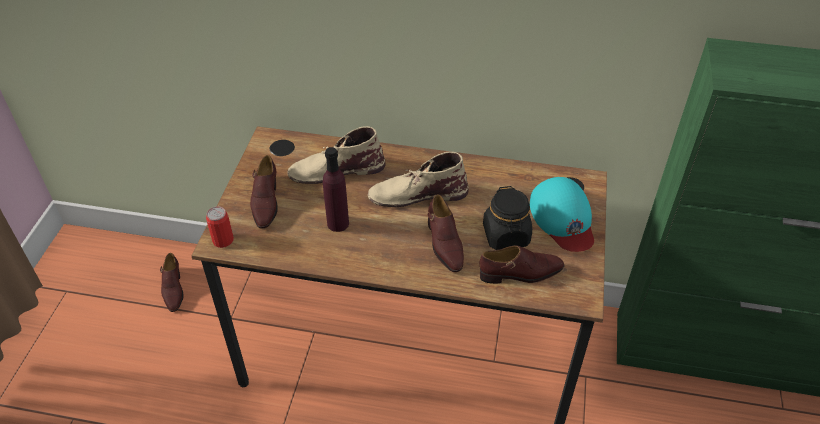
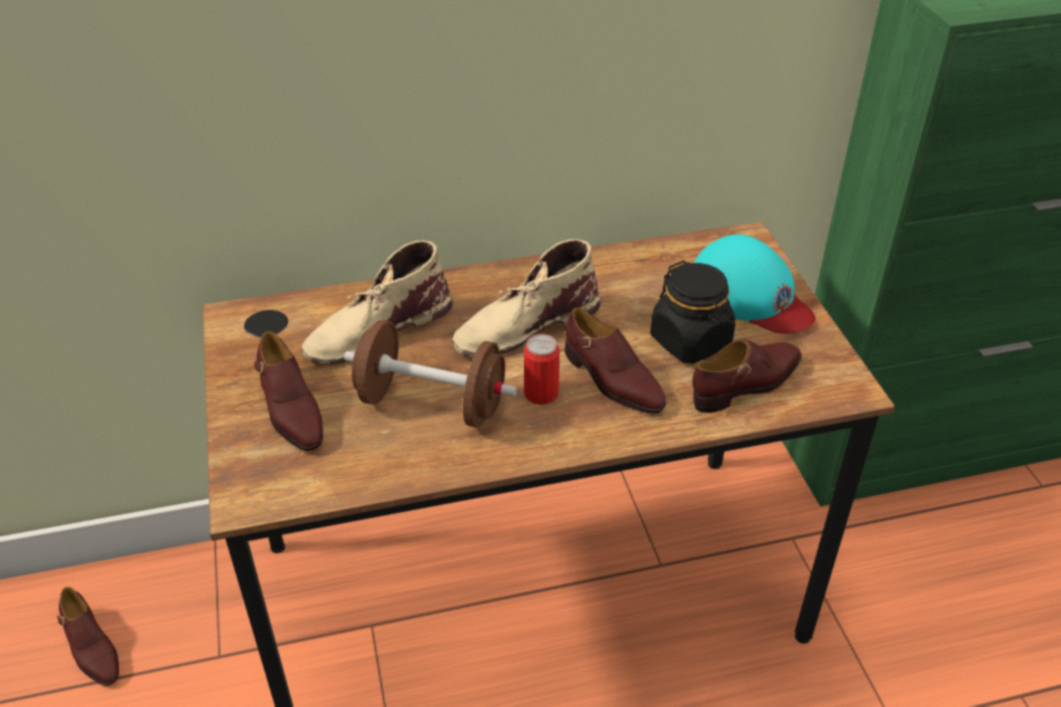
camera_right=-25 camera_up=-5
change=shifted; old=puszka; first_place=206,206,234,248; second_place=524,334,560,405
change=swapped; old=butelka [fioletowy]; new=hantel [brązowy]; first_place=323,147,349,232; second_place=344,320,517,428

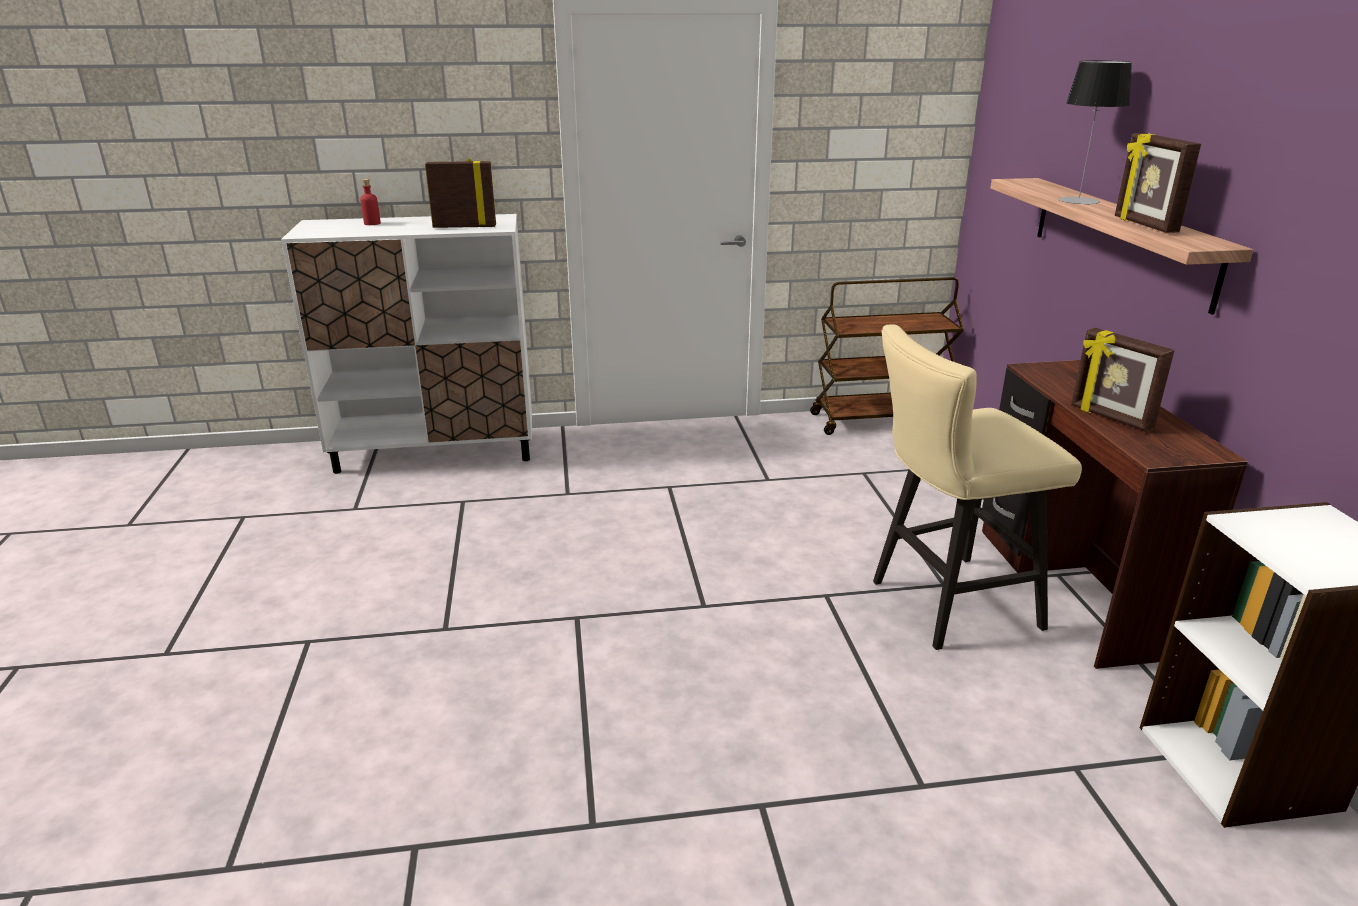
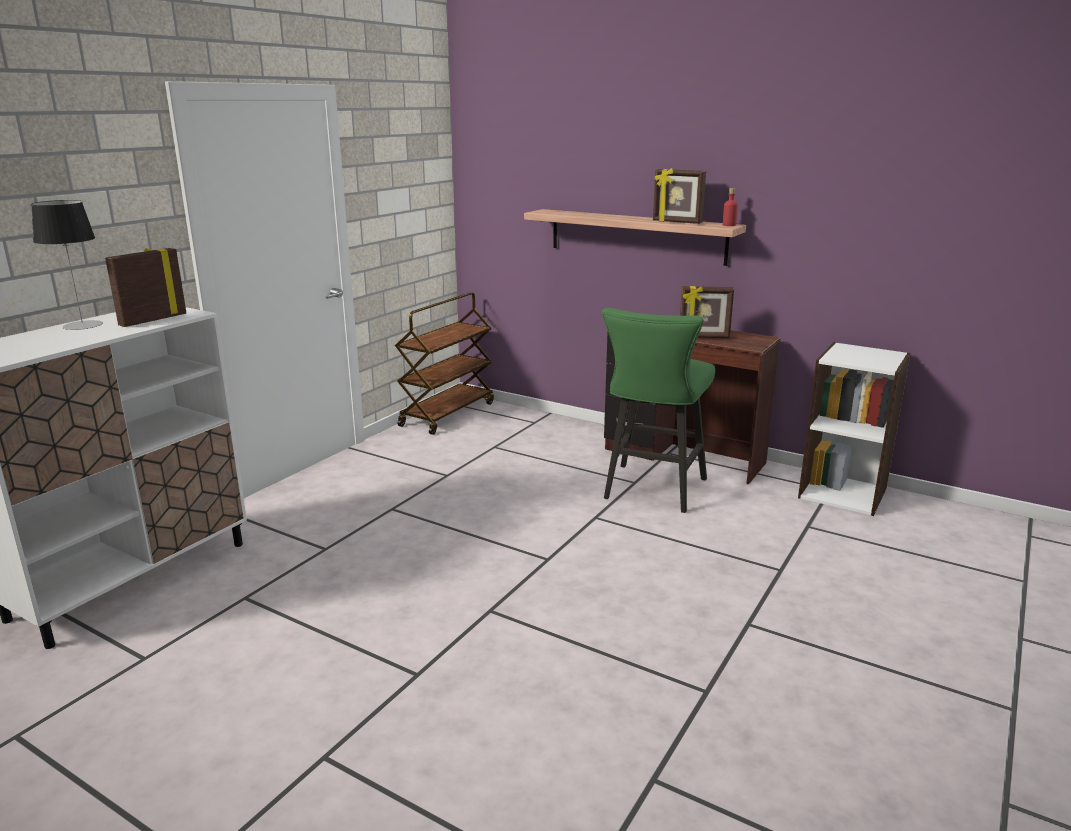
camera_right=-50 camera_up=-5
change=shifted; old=butelka [czerwony]; first_place=360,179,381,225; second_place=723,188,738,226
change=repainted; old=stołek [beżowy]; new=stołek [zielony]; first_place=873,324,1082,650; second_place=602,308,715,513
change=shifted; old=lampa stołowa; first_place=1059,60,1132,205; second_place=31,200,103,330

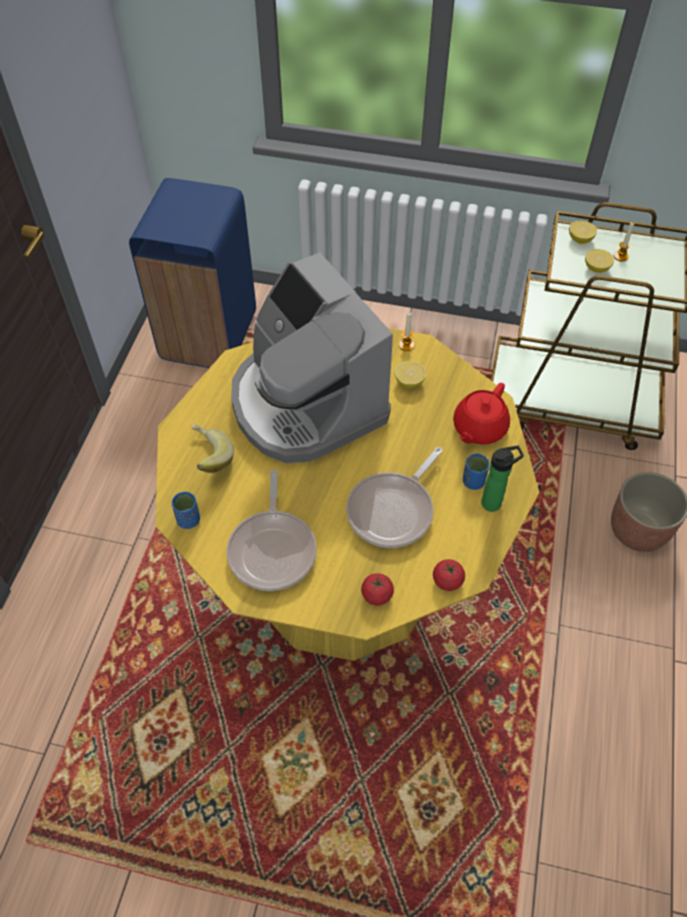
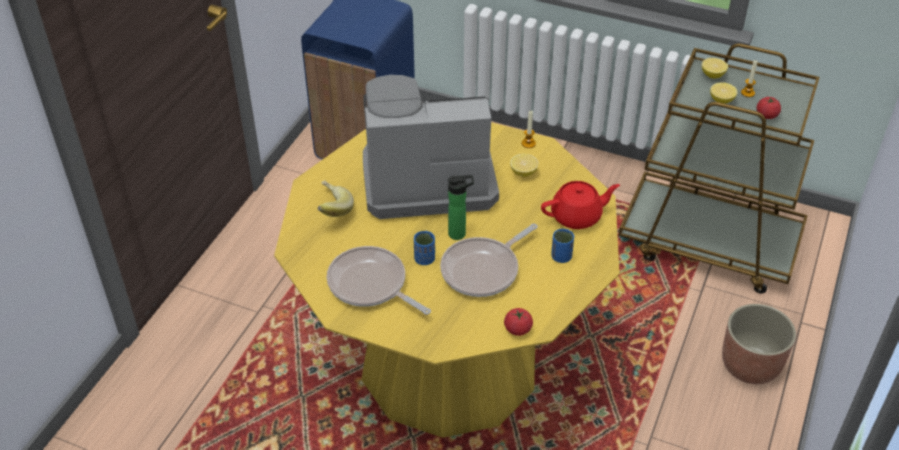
camera_right=10 camera_up=-10
change=shifted; old=filiżanka [niebieski]; first_place=172,492,200,529; second_place=414,231,435,265
change=rotated; old=patelnia; first_place=227,470,317,591; second_place=327,246,431,315; degrees=120
change=rotated; old=ekspres do kawy; first_place=231,252,393,463; second_place=363,75,499,219; degrees=105
change=shifted; old=pomidor; first_place=361,573,394,605; second_place=757,97,781,119
change=rotated; old=imbryk [czerwony]; first_place=453,383,510,444; second_place=541,181,620,229; degrees=-150
change=shifted; old=butelka; first_place=481,446,524,512; second_place=448,175,474,240

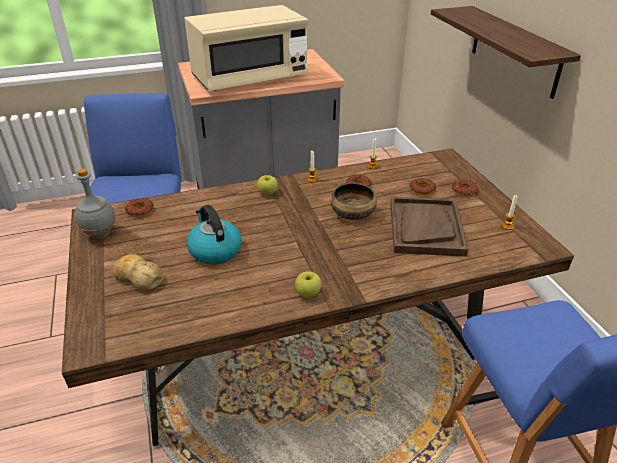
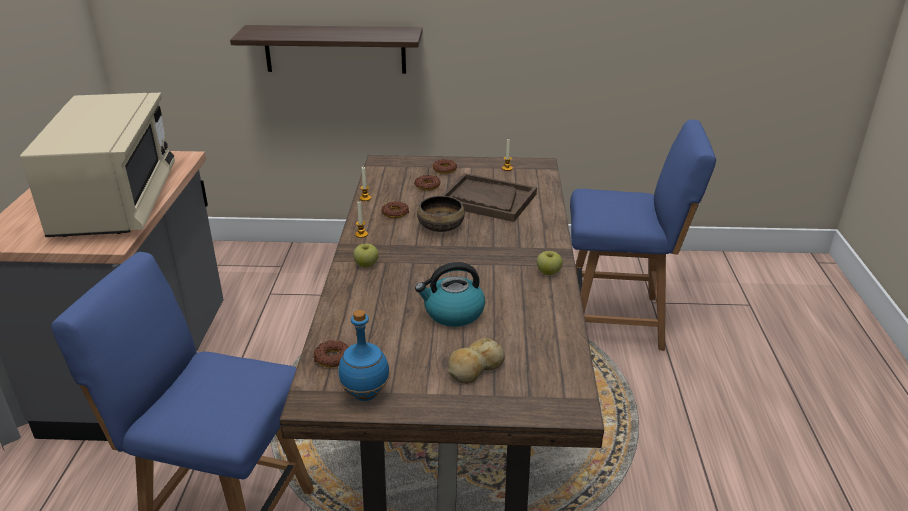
camera_right=-70 camera_up=-5
change=repainted; old=butelka [szary]; new=butelka [niebieski]; first_place=75,169,116,239; second_place=338,310,390,401

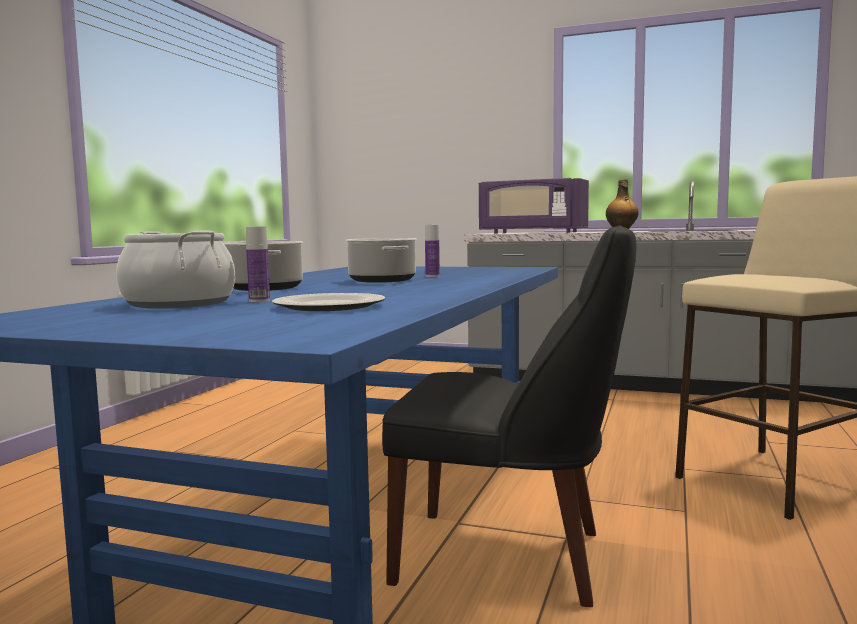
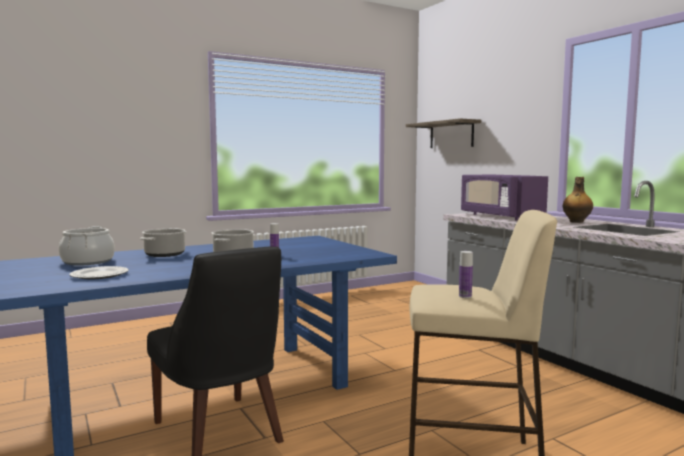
camera_right=40 camera_up=0
change=shifted; old=butelka; first_place=246,226,270,302; second_place=459,251,473,298
change=new; new=półka; second_place=406,118,481,148

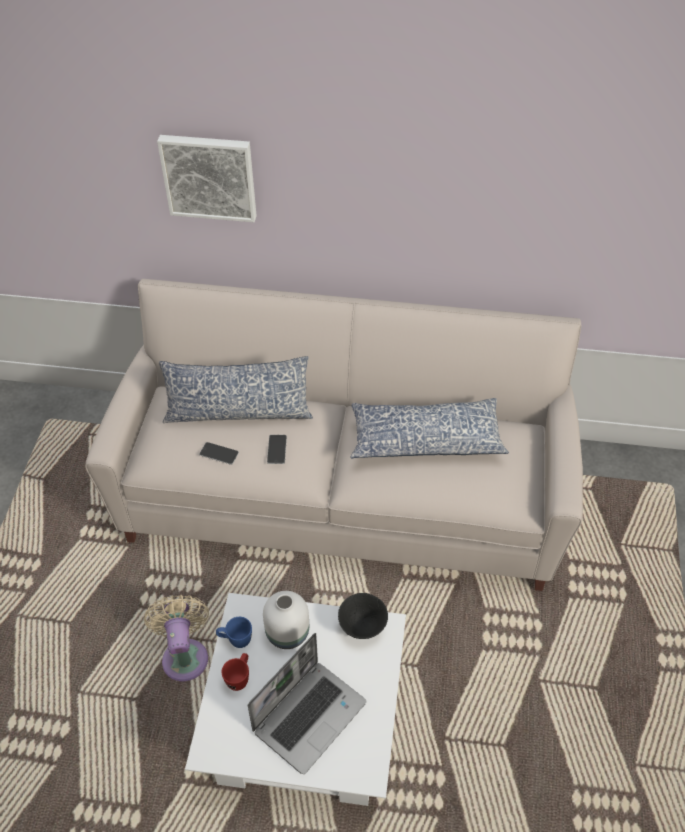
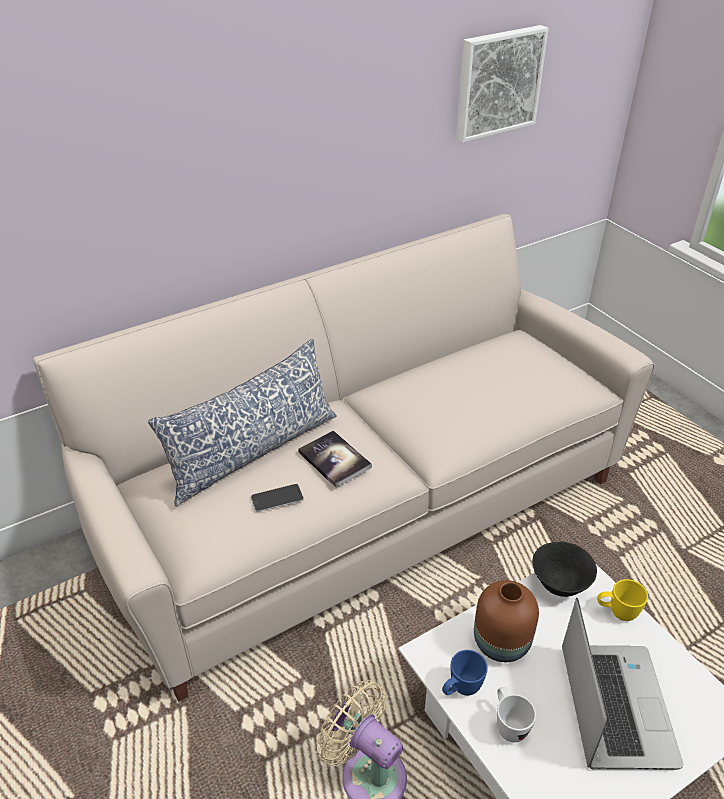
camera_right=-40 camera_up=-10
change=shifted; old=obraz; first_place=157,135,257,222; second_place=456,25,549,142
change=repainted; old=kubek [czerwony]; new=kubek [biały]; first_place=221,653,249,691; second_place=497,687,536,743
change=repainted; old=wazon [biały]; new=wazon [brązowy]; first_place=263,591,309,649; second_place=474,580,539,662
change=swapped; old=telefon; new=książka; first_place=267,435,287,464; second_place=298,430,372,488
change=gone; old=poduszka; first_place=351,398,509,459
change=new; new=kubek [żółty]; second_place=597,579,648,621

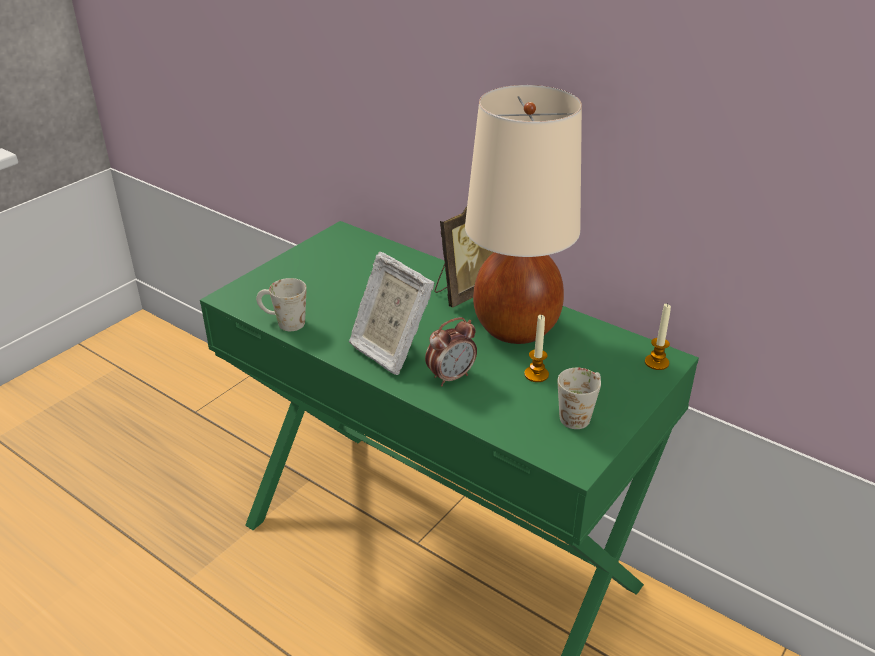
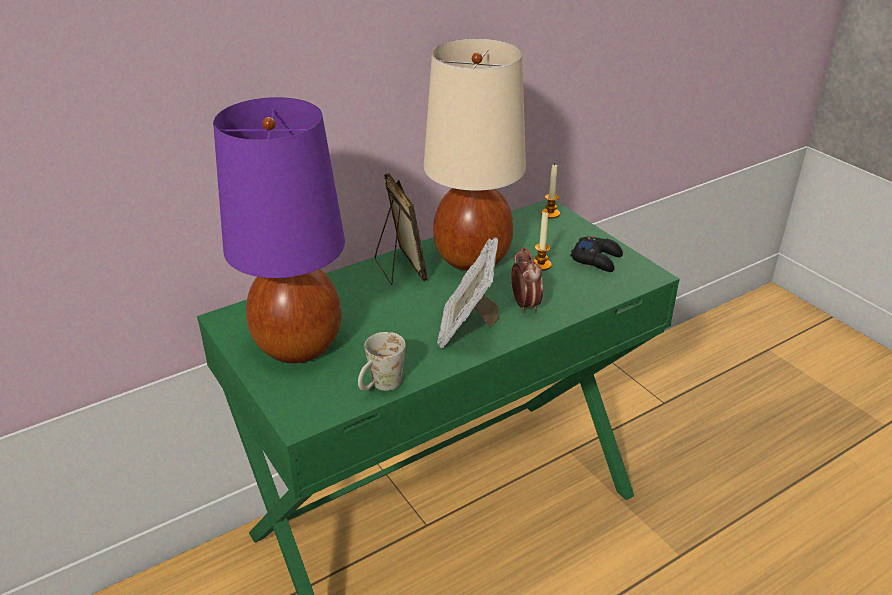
camera_right=-70 camera_up=0
change=rotated; old=ramka na zdjęcie; first_place=349,252,435,375; second_place=437,238,499,349; degrees=120
change=swapped; old=kubek [biały]; new=pad do gier [czarny]; first_place=558,368,601,429; second_place=571,237,623,272
change=new; new=lampa stołowa [fioletowy]; second_place=213,97,345,363

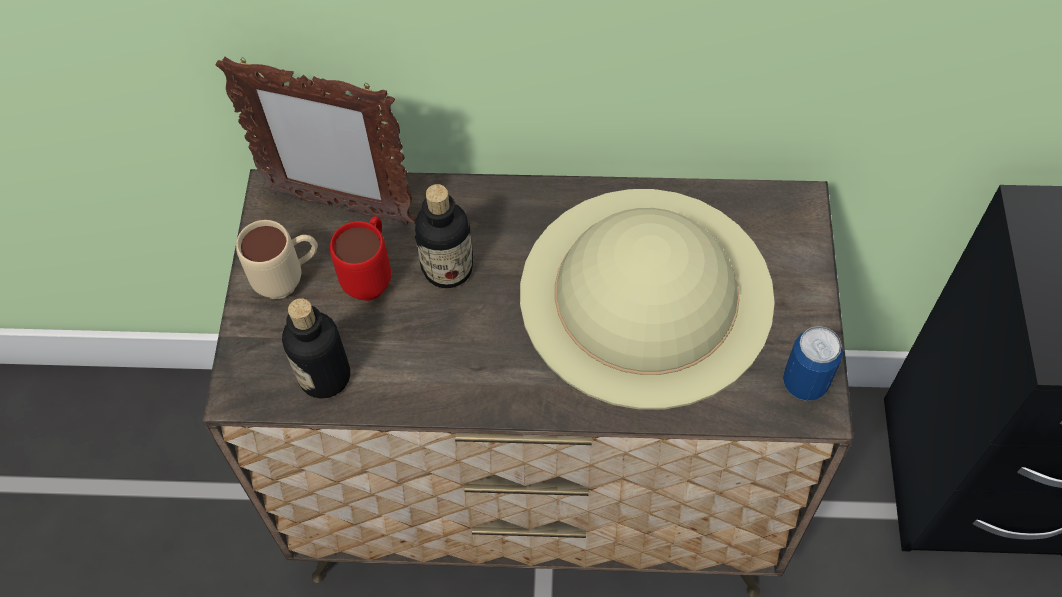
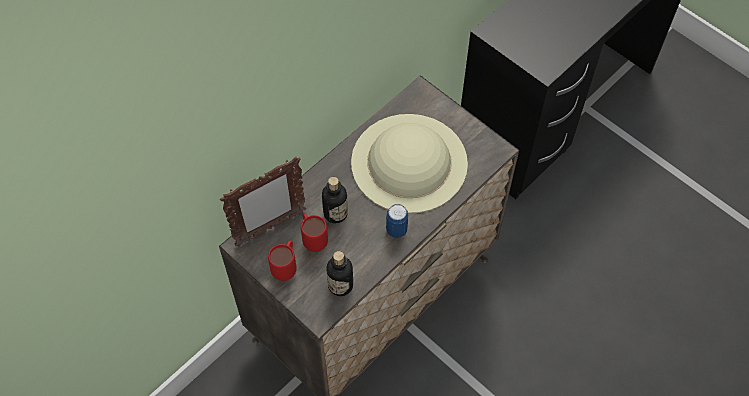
camera_right=-50 camera_up=0
change=repainted; old=kubek [beżowy]; new=kubek [czerwony]; first_place=236,220,318,299; second_place=268,241,297,281
change=shifted; old=puszka; first_place=783,326,843,401; second_place=386,204,408,238

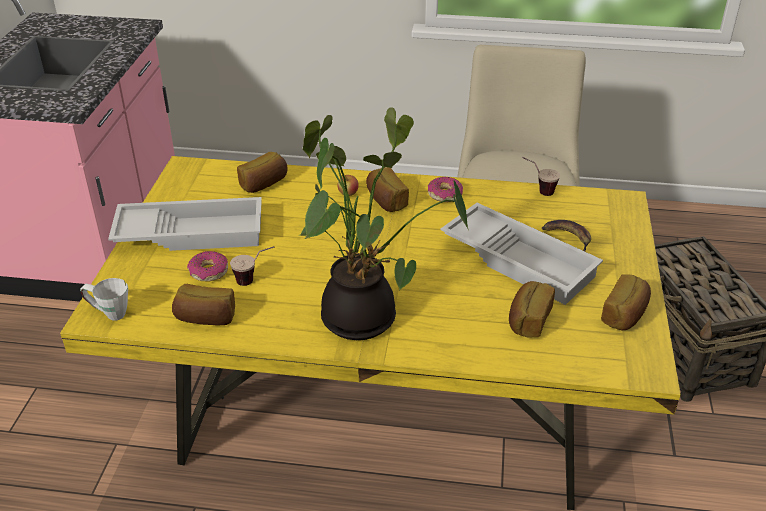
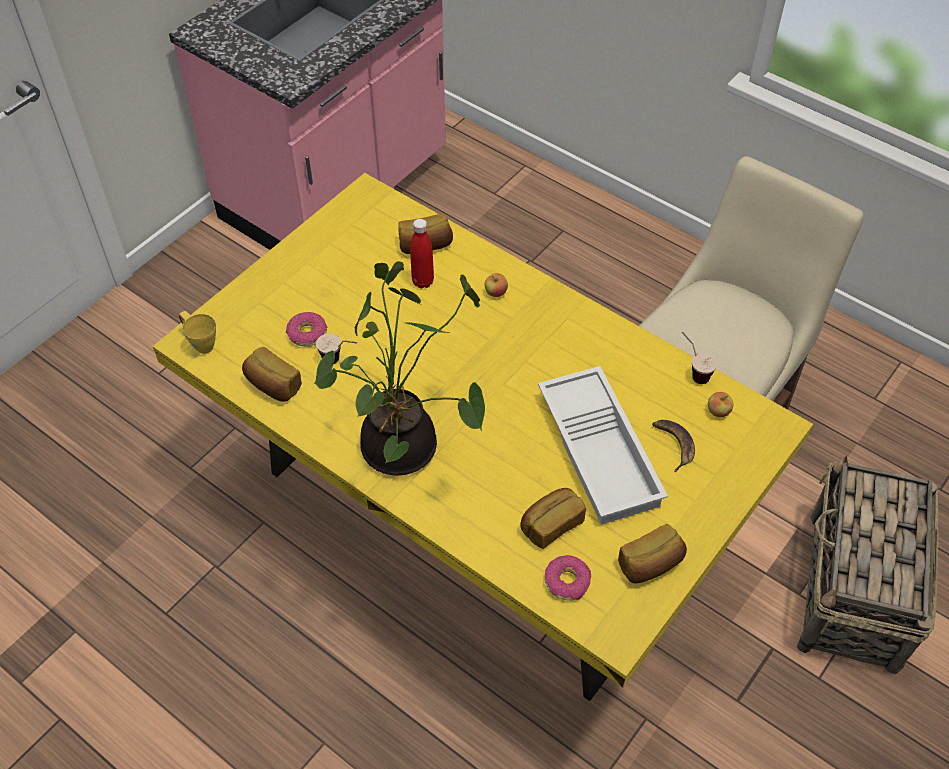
camera_right=30 camera_up=15
change=repainted; old=kubek [biały]; new=kubek [żółty]; first_place=80,278,128,321; second_place=179,311,216,354
change=gone; old=taca [biały]; first_place=108,197,262,251
change=gone; old=chleb; first_place=366,167,409,212
change=shifted; old=donut; first_place=428,177,463,202; second_place=545,555,591,601
change=new; new=butelka [czerwony]; second_place=410,219,434,288
change=new; new=jabłko; second_place=708,392,733,417

